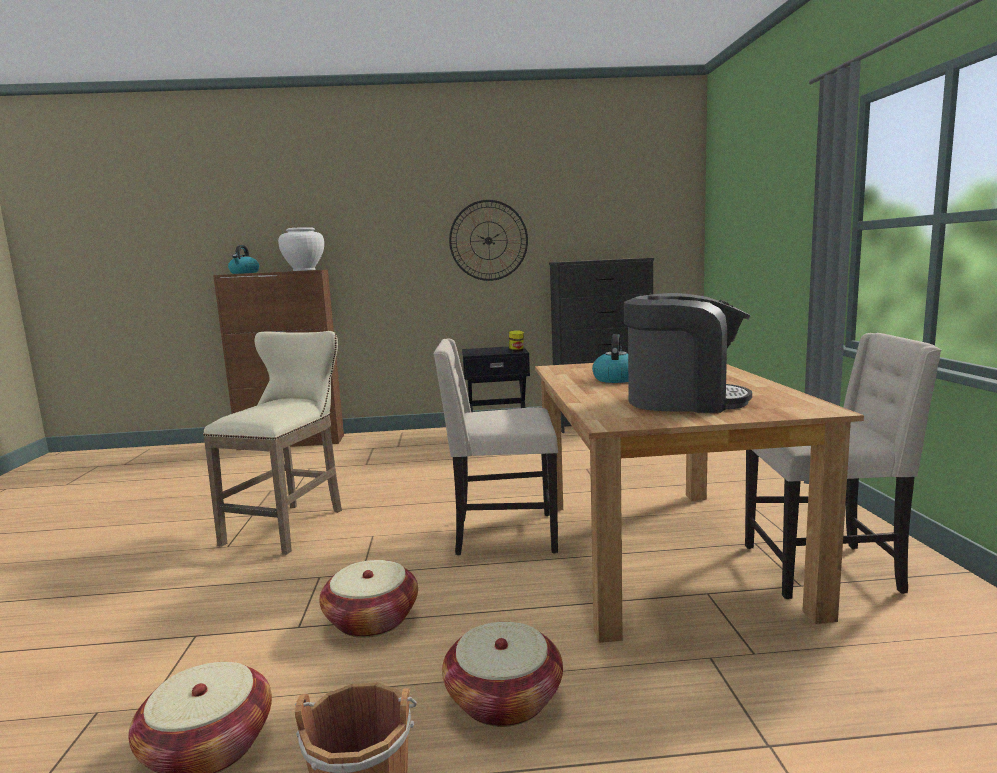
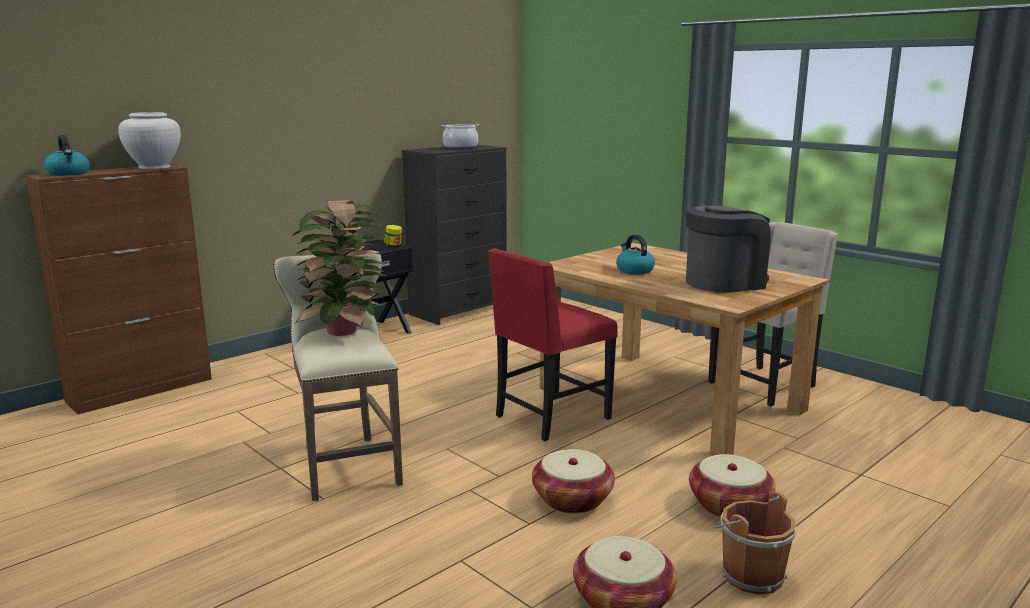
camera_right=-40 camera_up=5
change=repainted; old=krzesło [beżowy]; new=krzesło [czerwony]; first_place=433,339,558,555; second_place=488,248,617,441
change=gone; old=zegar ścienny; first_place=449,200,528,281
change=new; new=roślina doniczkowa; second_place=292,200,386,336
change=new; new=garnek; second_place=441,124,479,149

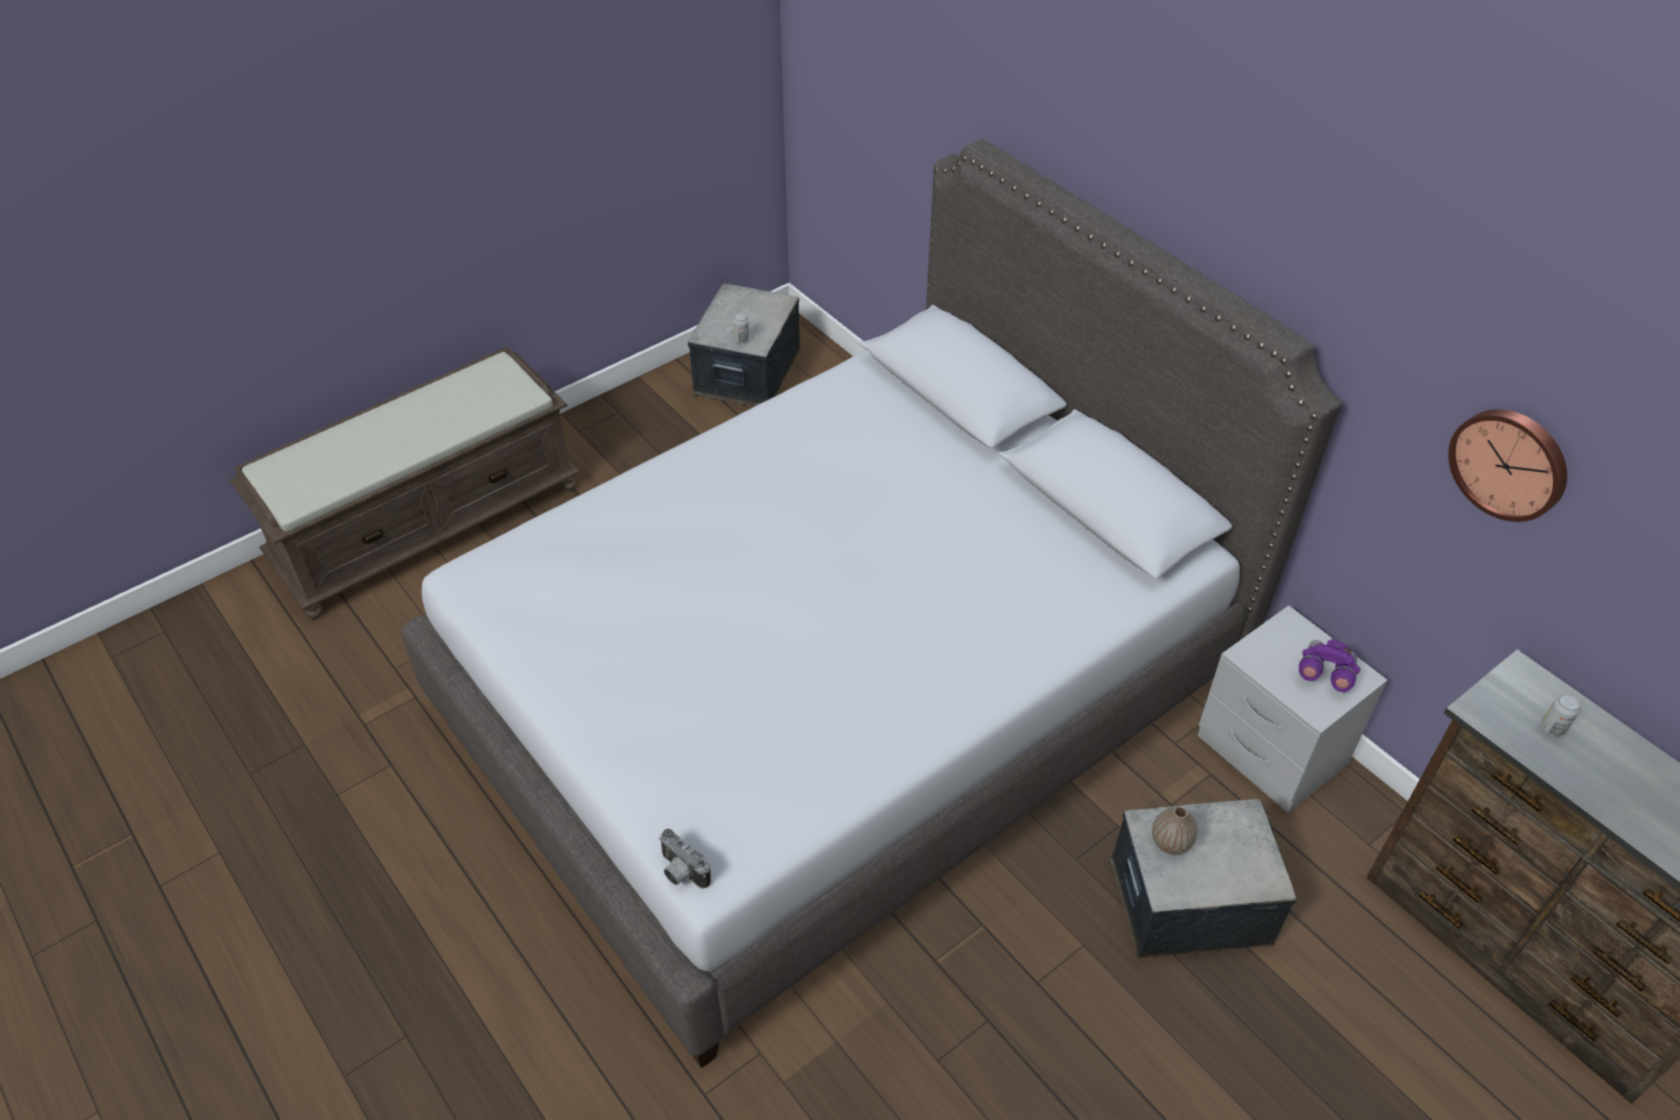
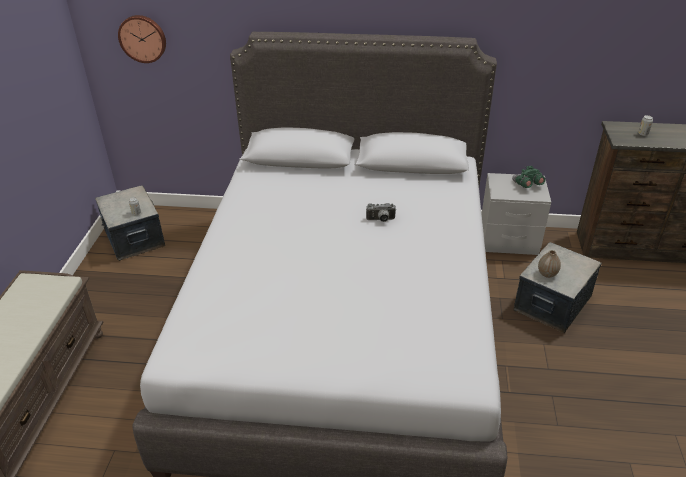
camera_right=-45 camera_up=-10
change=shifted; old=aparat fotograficzny; first_place=659,829,711,889; second_place=366,203,396,222
change=repainted; old=lornetka [fioletowy]; new=lornetka [zielony]; first_place=1299,639,1360,692; second_place=512,166,546,188
change=shifted; old=zegar ścienny; first_place=1448,409,1567,522; second_place=118,15,166,63

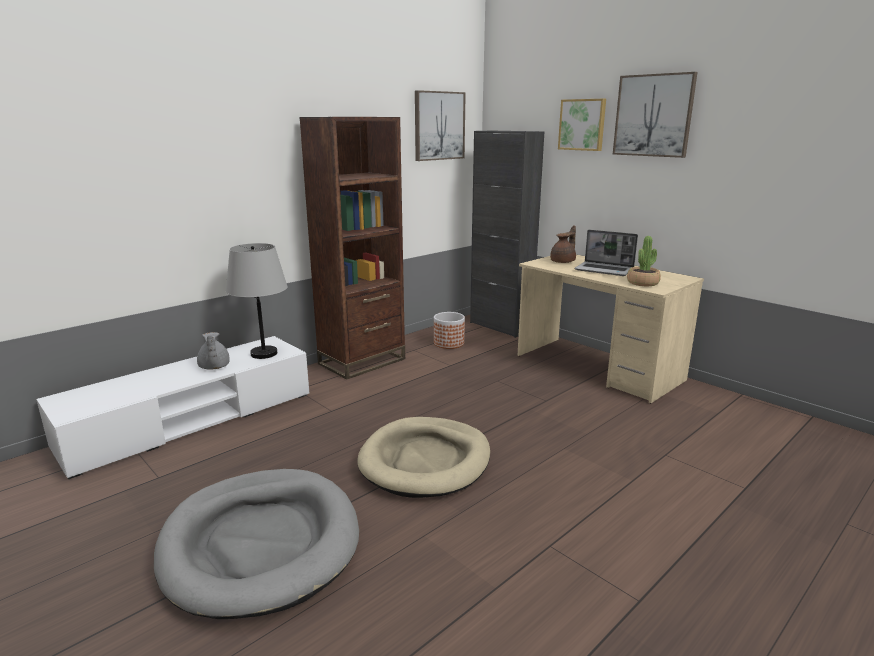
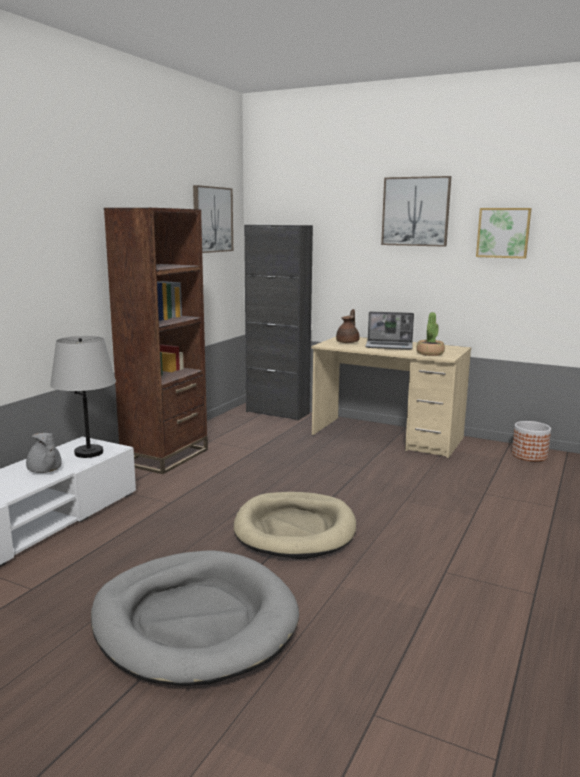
camera_right=-20 camera_up=-5
change=shifted; old=donica; first_place=434,312,465,349; second_place=512,421,551,462
change=shifted; old=obraz; first_place=558,99,606,151; second_place=476,208,531,259

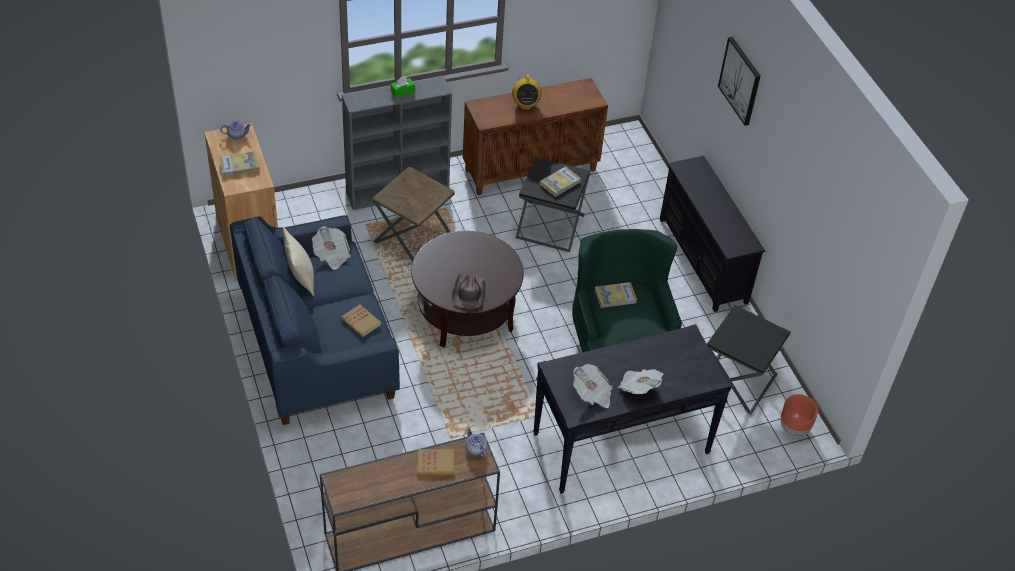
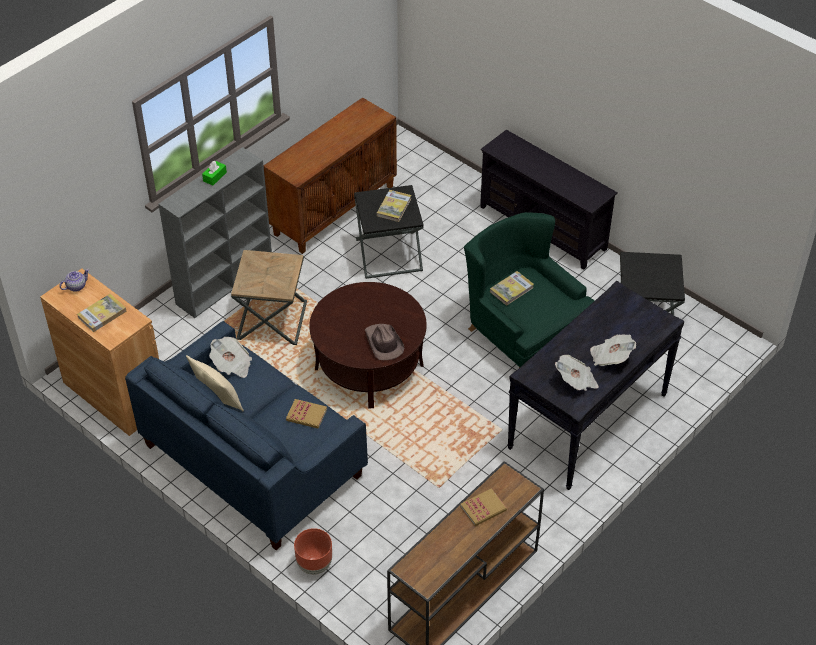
camera_right=-25 camera_up=0
change=gone; old=imbryk; first_place=465,427,487,458
change=gone; old=radio; first_place=512,73,542,110
change=gone; old=obraz; first_place=718,37,761,126
change=shifted; old=donica [brązowy]; first_place=780,394,818,436; second_place=294,528,332,575

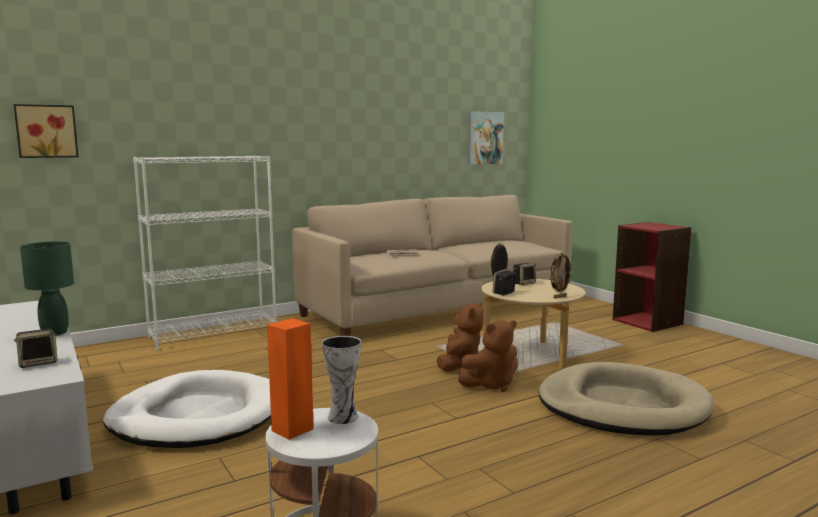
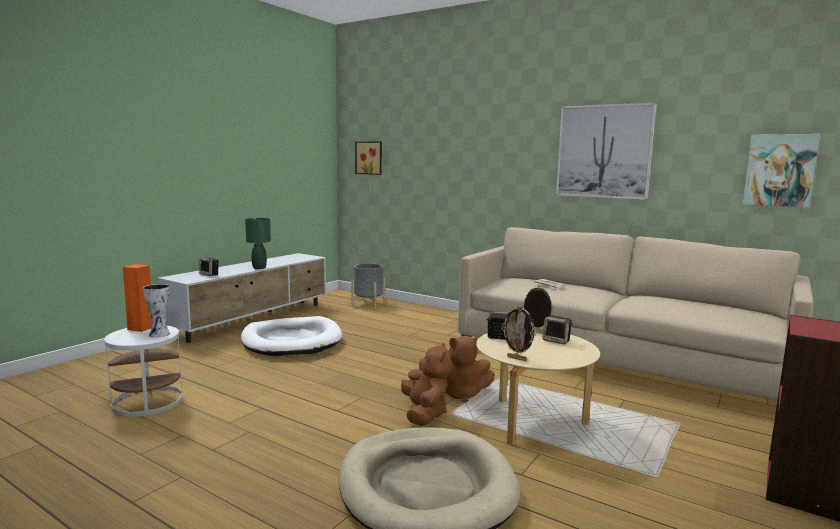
camera_right=65 camera_up=0
change=gone; old=regał [biały]; first_place=133,155,277,350
change=rotated; old=pluszak [brązowy]; first_place=458,320,518,392; second_place=401,342,451,426; degrees=-135
change=new; new=donica [szary]; second_place=351,263,385,309
change=new; new=obraz; second_place=556,103,657,200

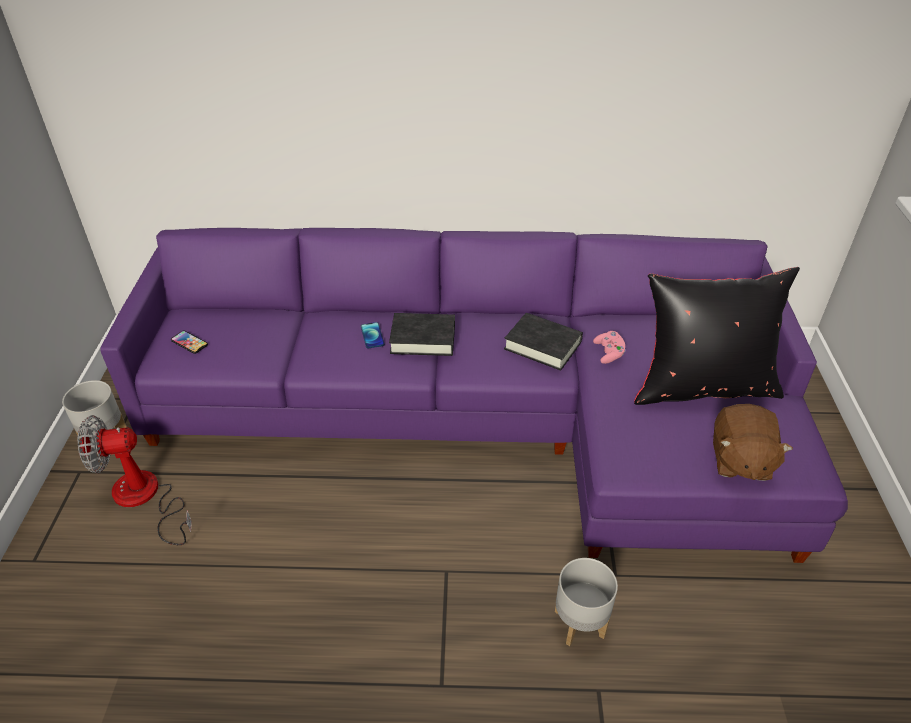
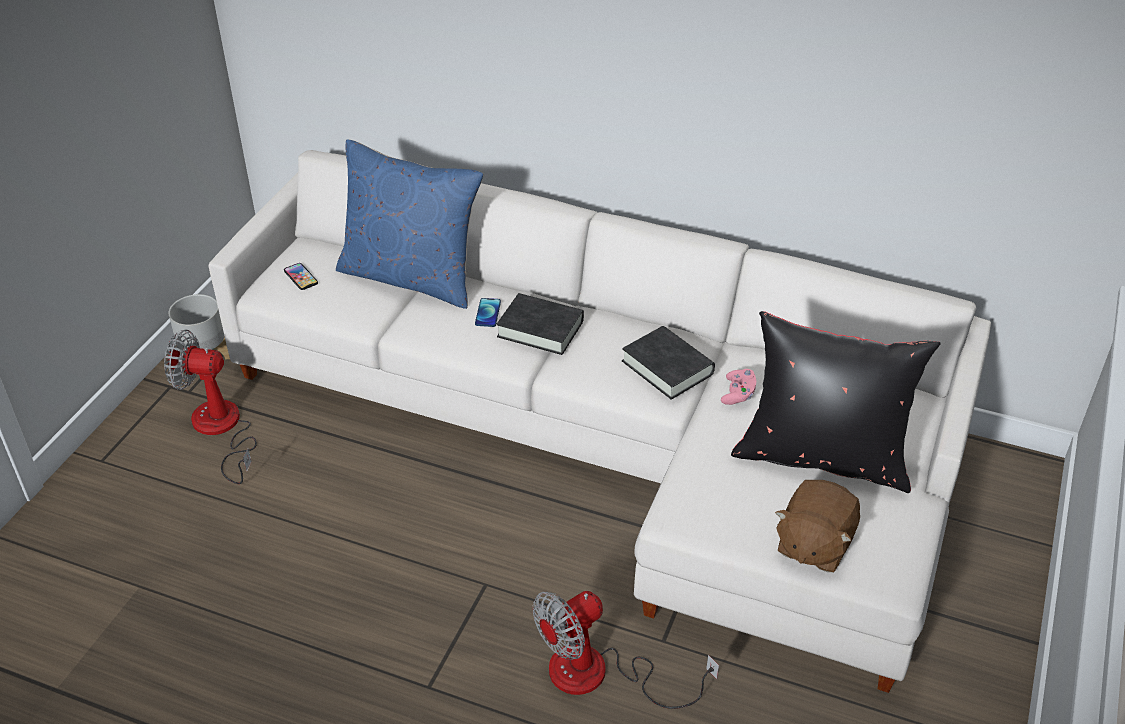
camera_right=20 camera_up=0
change=repainted; old=kanapa [fioletowy]; new=kanapa [biały]; first_place=100,228,848,563; second_place=208,150,991,693
change=swapped; old=donica [szary]; new=wentylator; first_place=555,558,618,646; second_place=532,591,719,709
change=new; new=poduszka [niebieski]; second_place=336,139,483,309

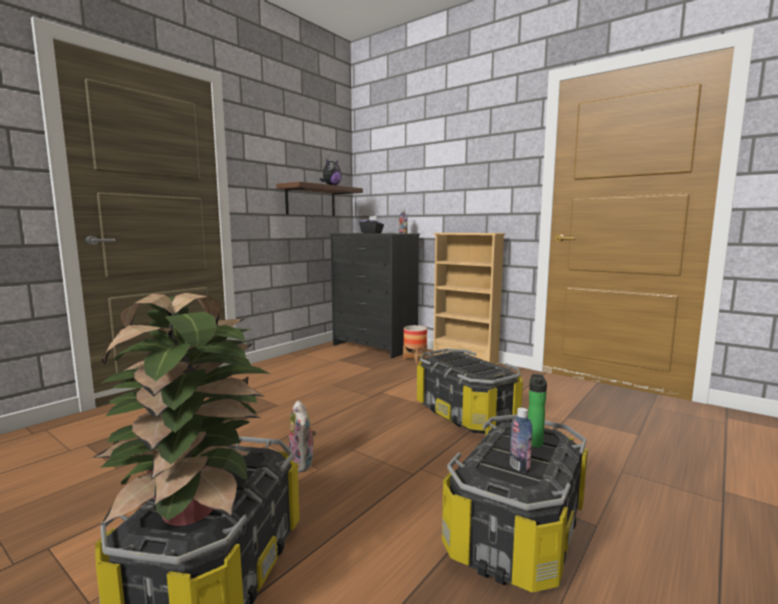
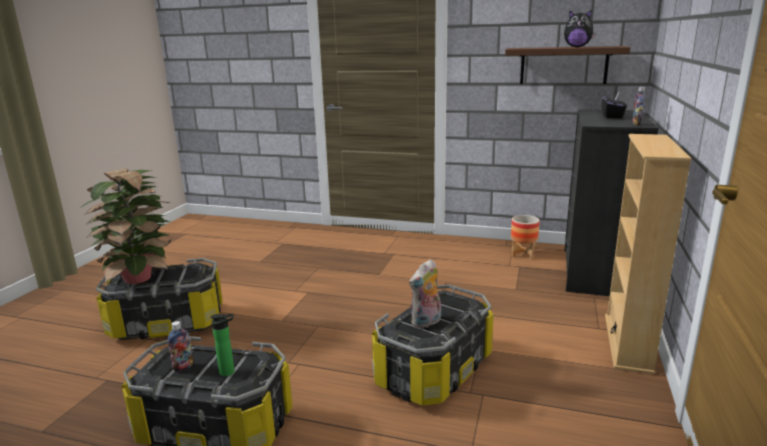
camera_right=70 camera_up=10
change=shifted; old=pluszak; first_place=288,400,317,473; second_place=409,259,441,328
change=shifted; old=donica; first_place=403,325,427,363; second_place=511,215,540,259

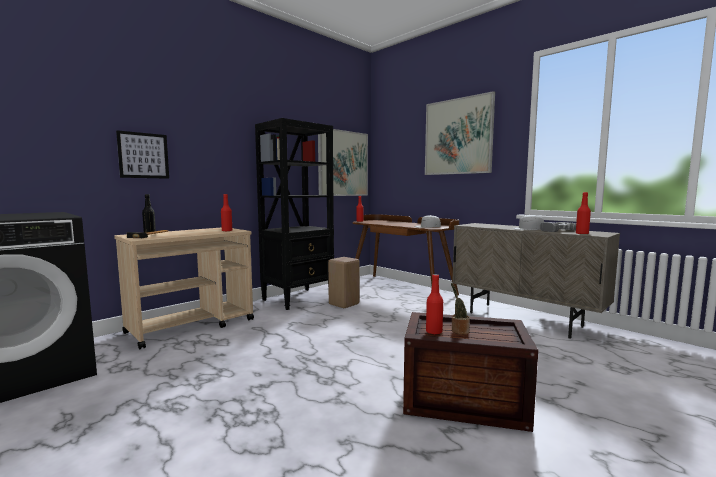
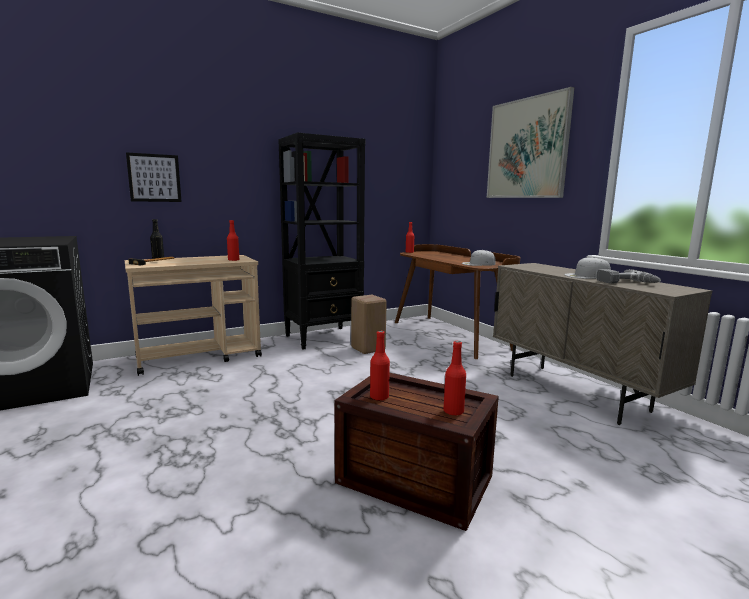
camera_right=15 camera_up=5
change=gone; old=obraz; first_place=318,129,368,196
change=gone; old=roślina doniczkowa; first_place=451,283,470,335
change=shifted; old=butelka [czerwony]; first_place=576,192,591,234; second_place=444,341,466,416

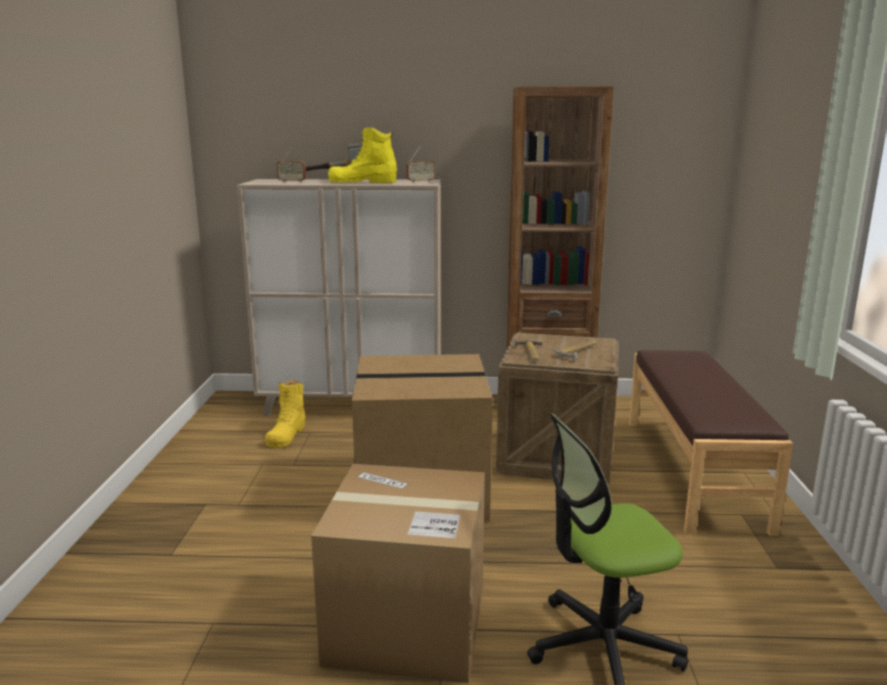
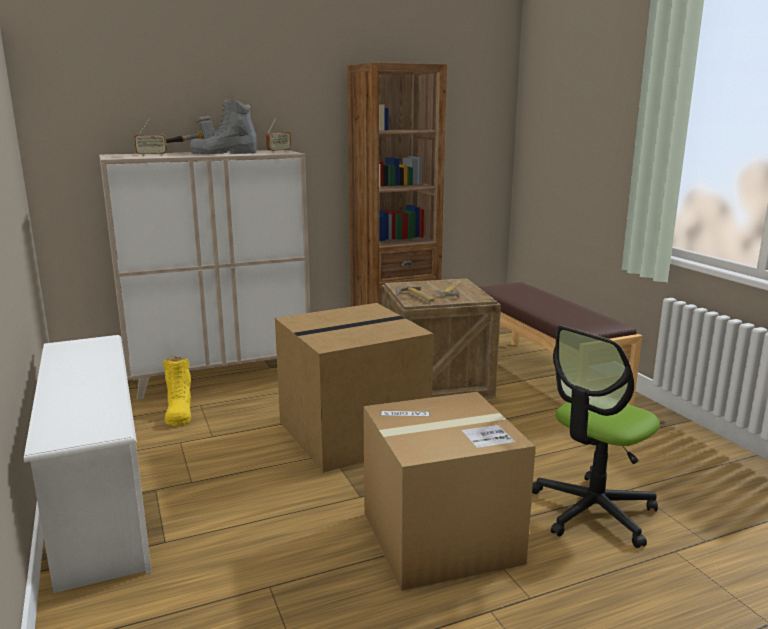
camera_right=-25 camera_up=0
change=repainted; old=but z cholewką [żółty]; new=but z cholewką [szary]; first_place=328,127,397,183; second_place=190,100,257,154
change=new; new=regał na buty [biały]; second_place=24,335,152,593

